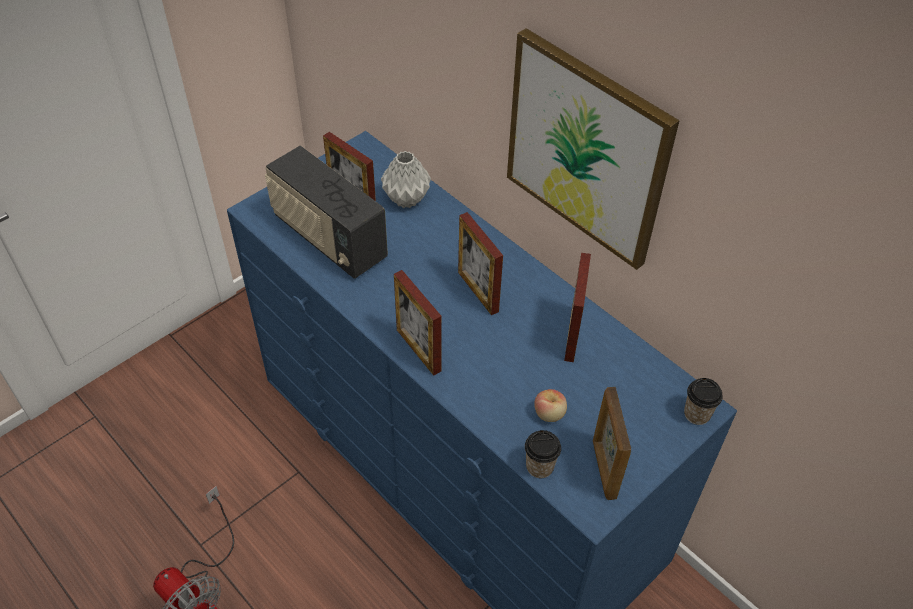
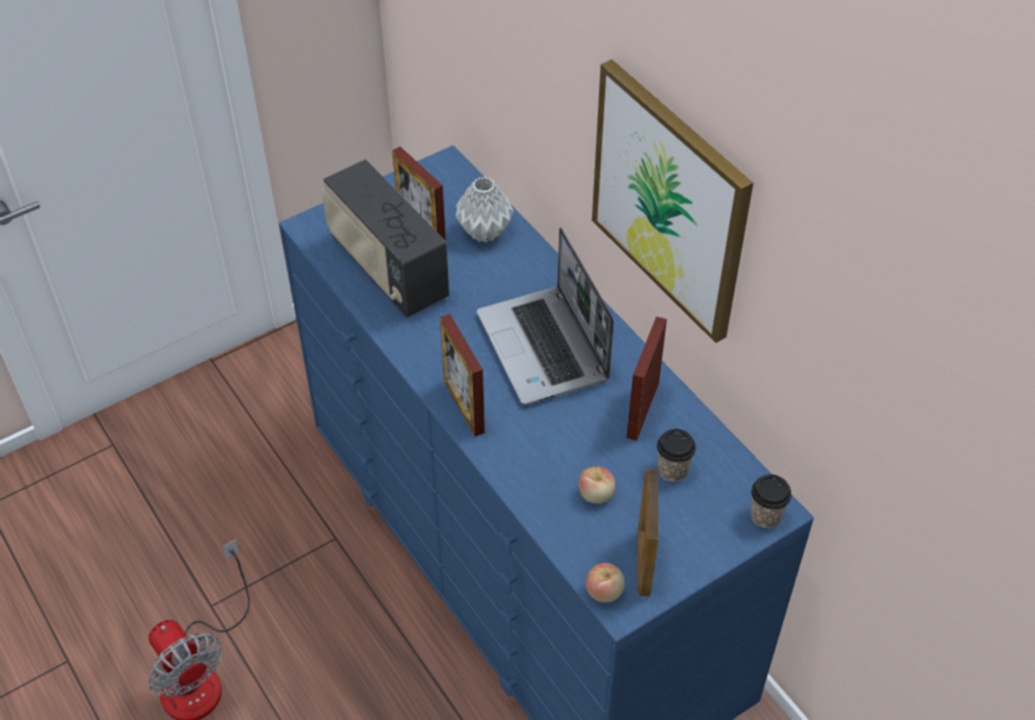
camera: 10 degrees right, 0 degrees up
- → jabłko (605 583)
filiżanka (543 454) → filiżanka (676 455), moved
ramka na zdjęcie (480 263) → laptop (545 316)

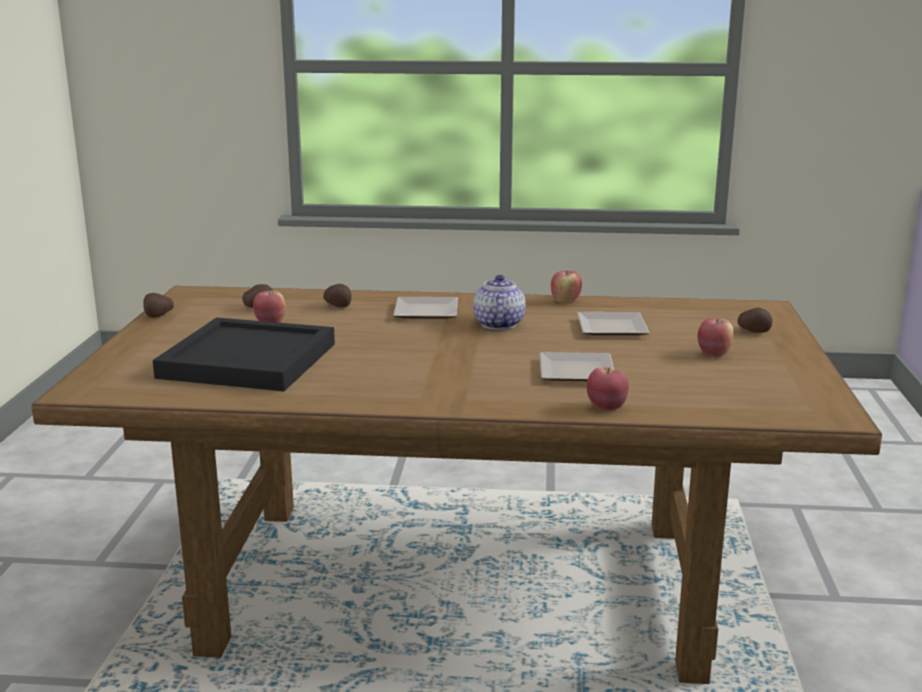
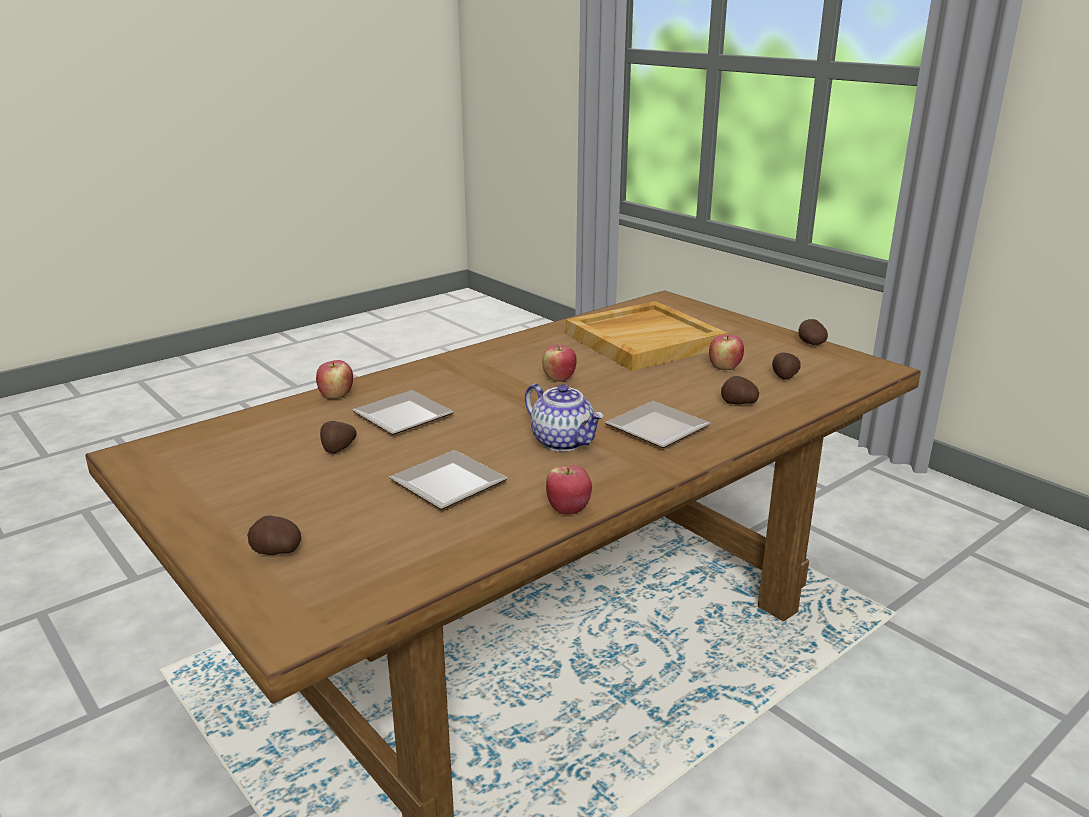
camera: 135 degrees right, 5 degrees up
- → ziemniak (338 437)
jabłko (715 337) → jabłko (559 363), moved
taca (czarny) (244 354) → taca (beżowy) (646 336)

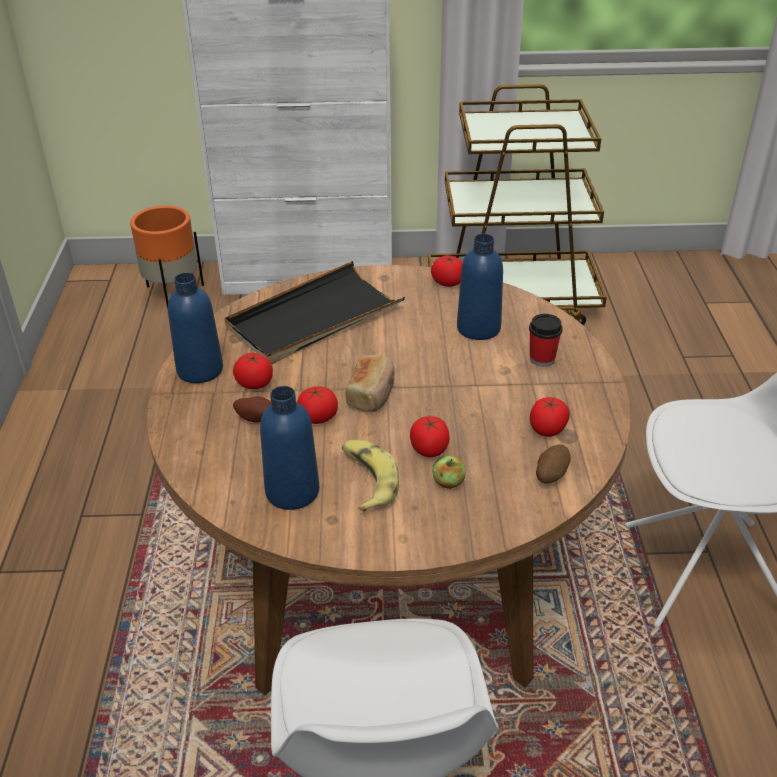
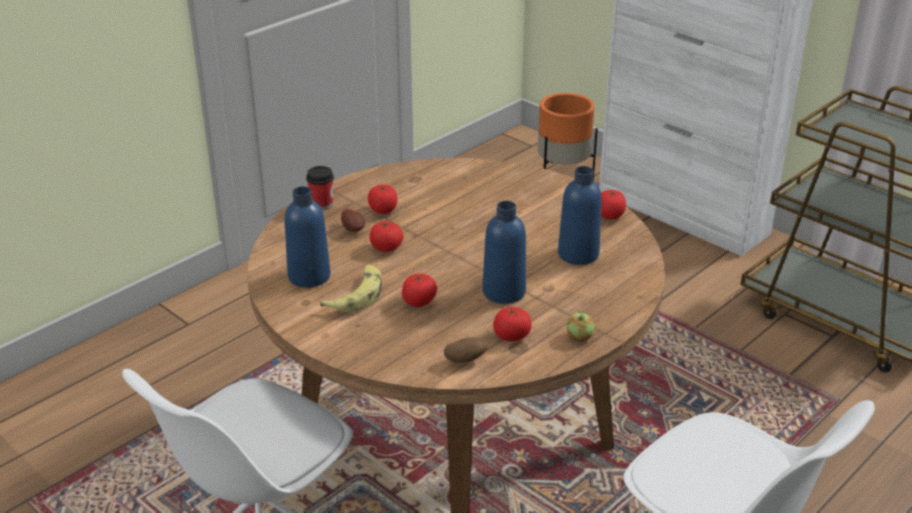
camera: 45 degrees right, 5 degrees down
taca (czarny) (314 312) → -
chleb (369 383) → -
butelka (niebieski) (195 328) → butelka (niebieski) (504 252), moved
jabłko (449 472) → jabłko (580 326), moved
filiżanka (546 340) → filiżanka (320 188), moved

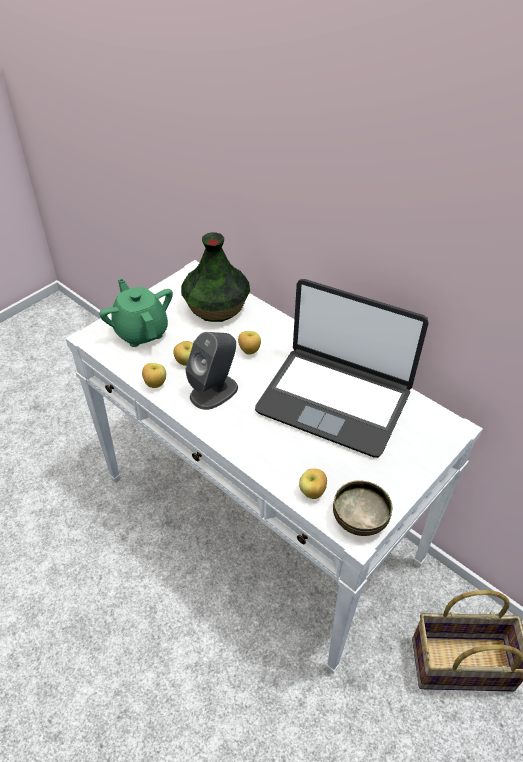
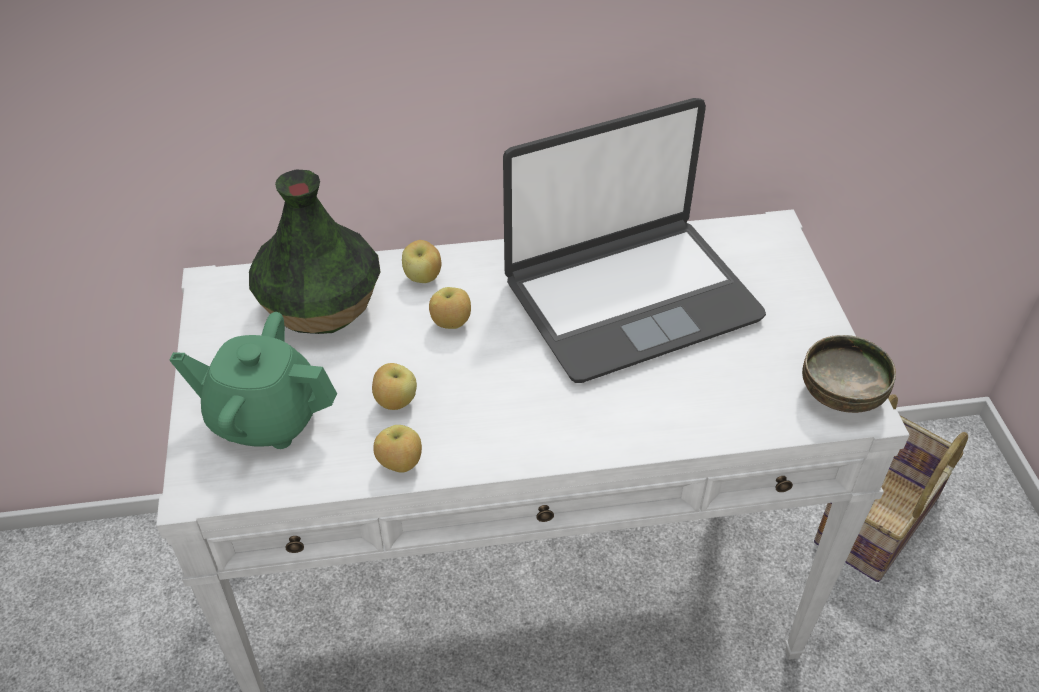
camera: 50 degrees left, 0 degrees up
głośnik (szary) (211 371) → -
jabłko (313 484) → jabłko (421 261), moved

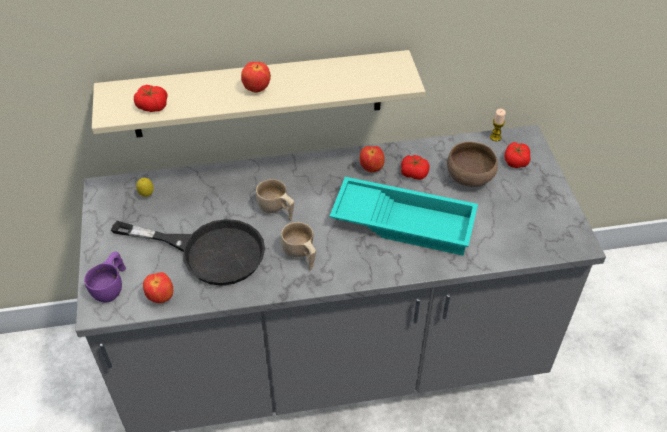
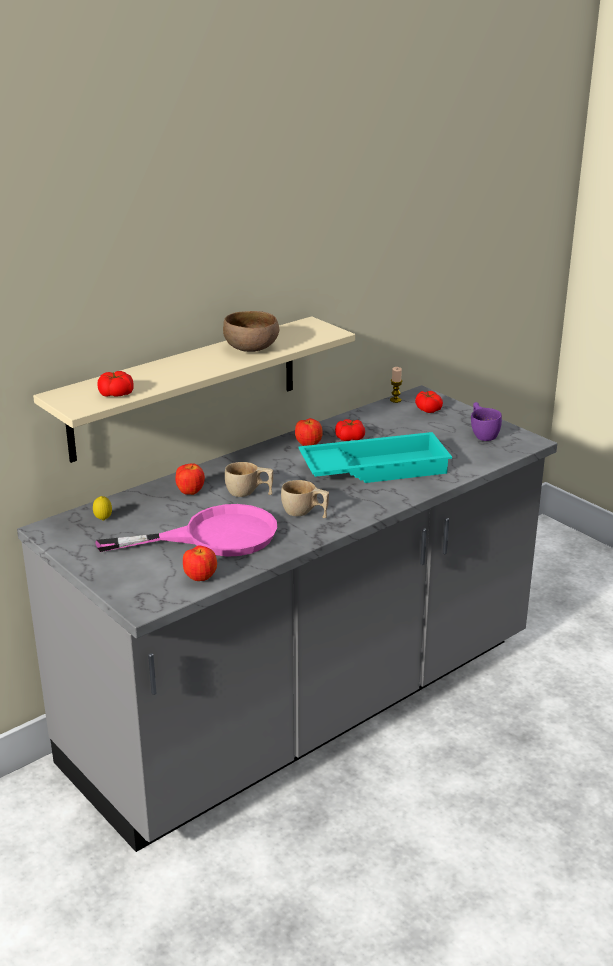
camera: 30 degrees left, 20 degrees down
filiżanka (fioletowy) (105 277) → filiżanka (fioletowy) (486 421), moved
jabłko (256 77) → jabłko (190 479), moved
miska (brązowy) (472 164) → miska (brązowy) (251 331), moved
patelnia (czarny) (188 252) → patelnia (różowy) (186 530)

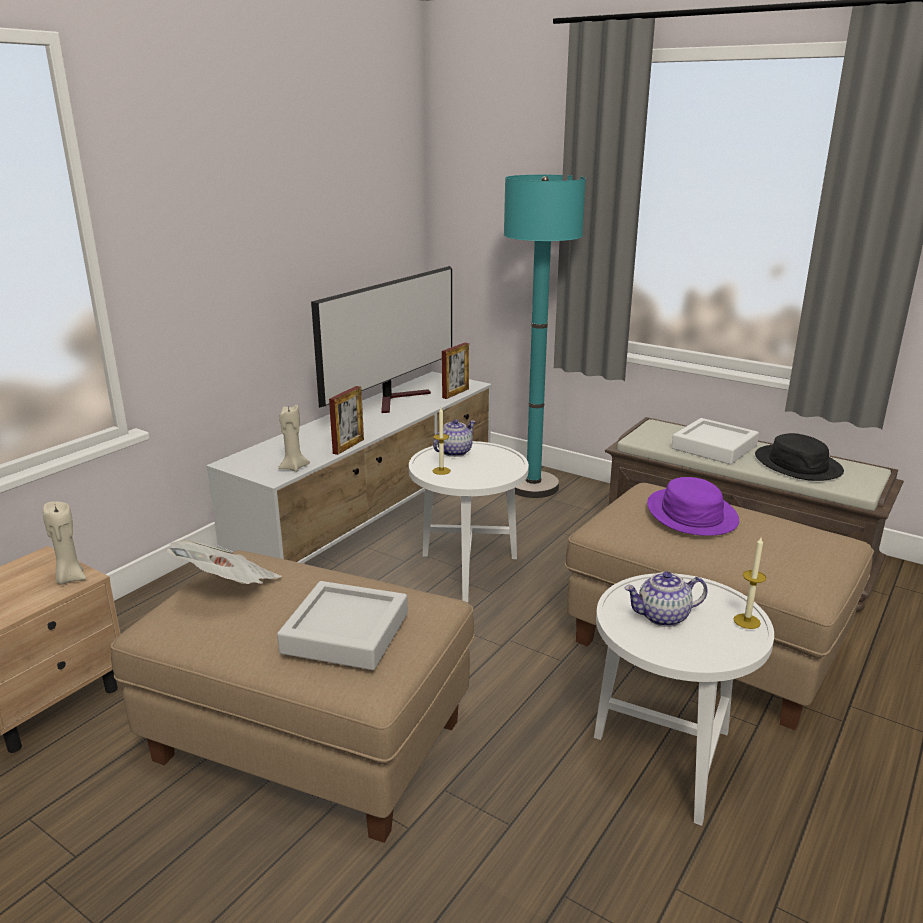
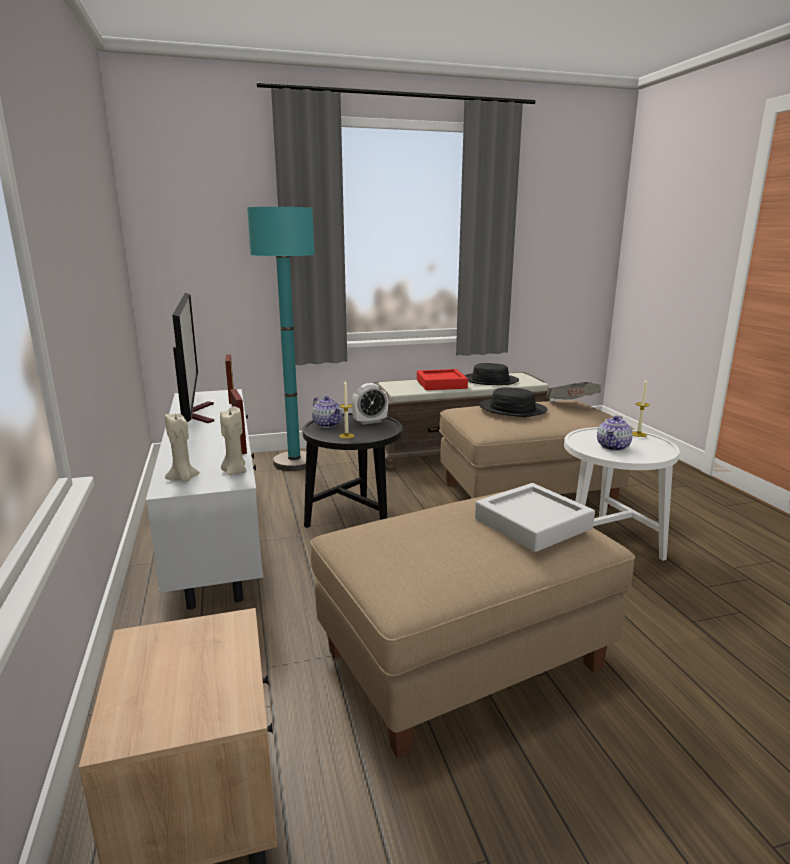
camera: 50 degrees left, 5 degrees down
- → budzik (369 404)
świeca (beżowy) (64 543) → świeca (beżowy) (182 447), moved
gazeta (223 562) → gazeta (574 390), moved
stolik (biały) (469 521) → stolik (czarny) (352 470)
kapelusz (fioletowy) (693 506) → kapelusz (czarny) (513 402)
taca (biały) (715 441) → taca (czerwony) (442 379)
imbryk (454 438) → imbryk (327 412), 150 degrees clockwise

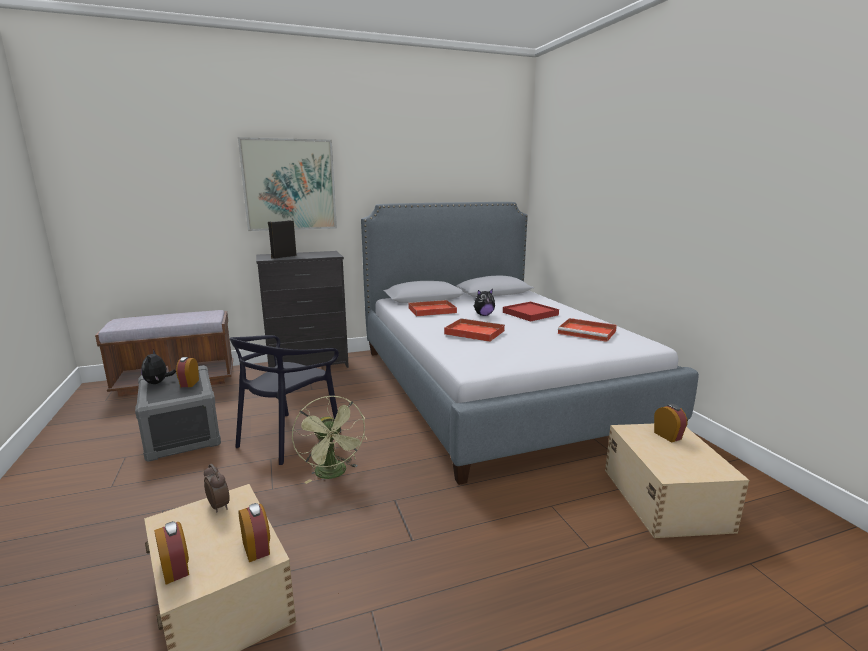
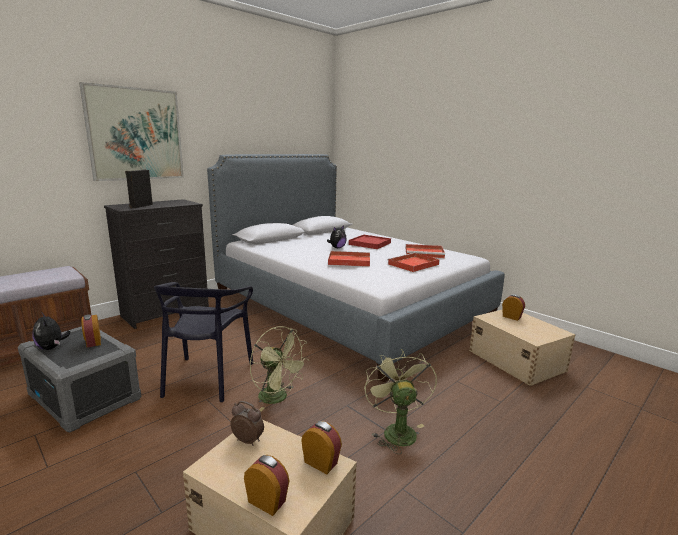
camera: 25 degrees left, 0 degrees up
- → wentylator (zielony) (400 401)
taca (czerwony) (432 308) → taca (czerwony) (413 262), moved

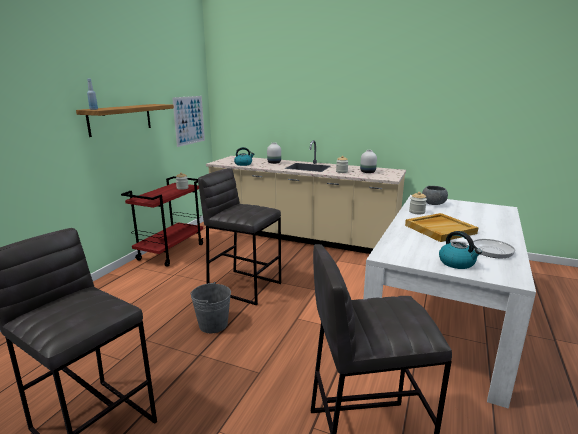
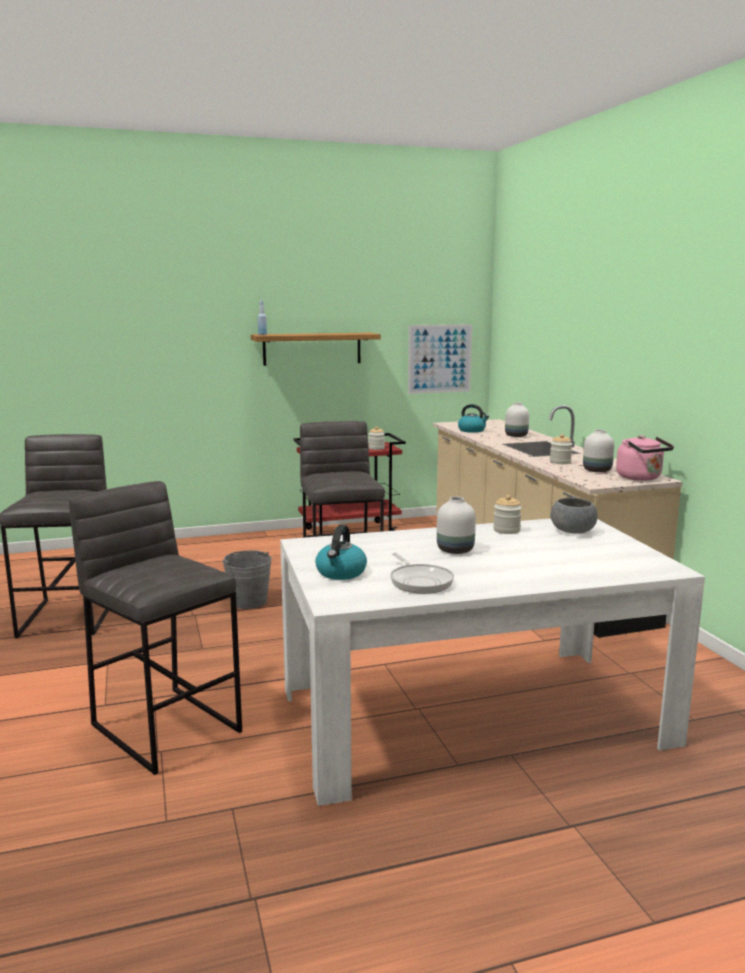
camera: 50 degrees right, 5 degrees down
- → czajnik (różowy) (645 458)
taca (beżowy) (442 227) → wazon (biały) (456 525)

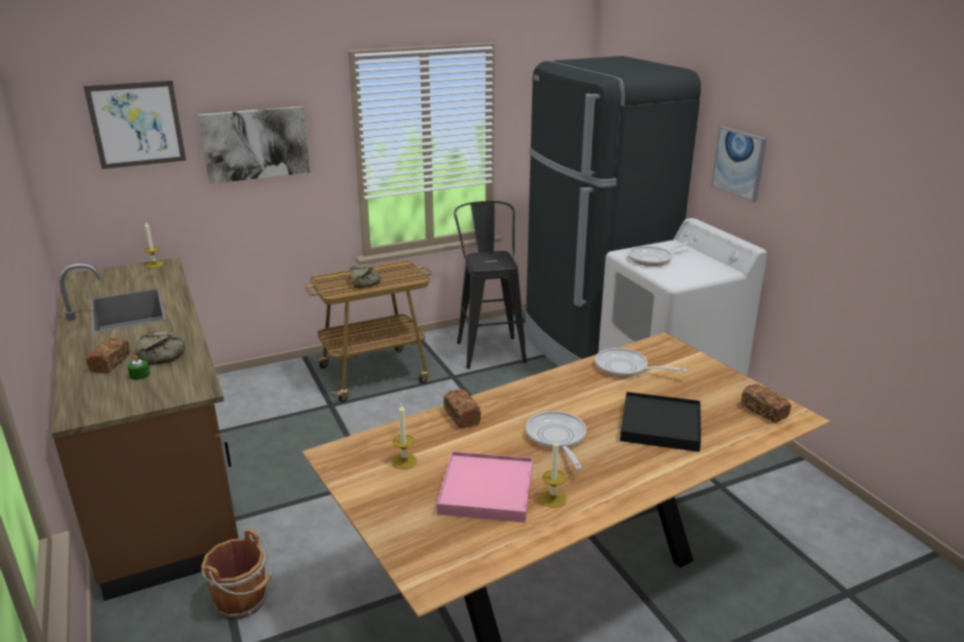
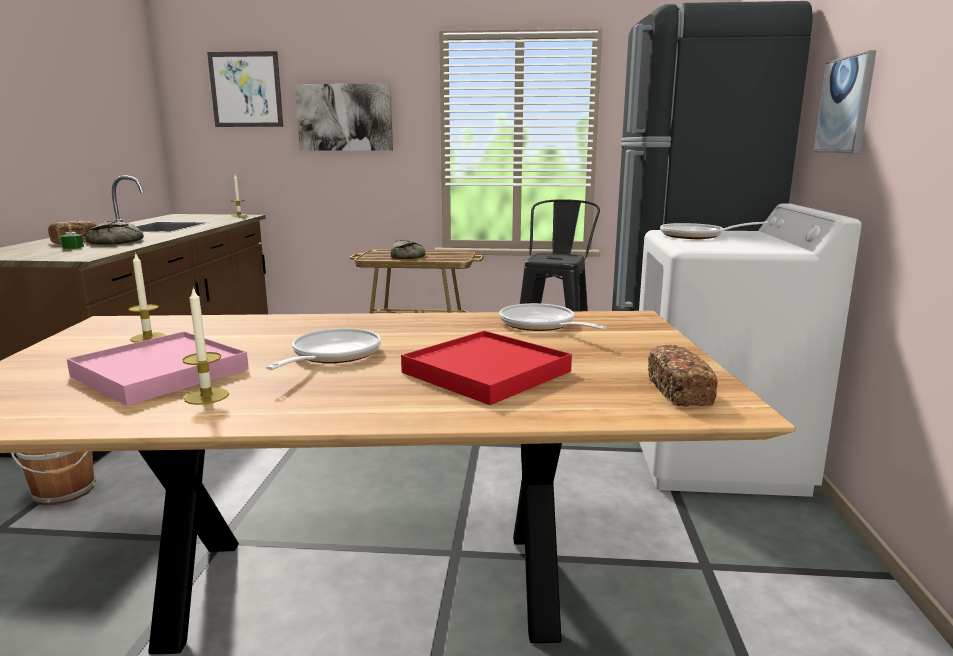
camera: 30 degrees right, 10 degrees down
chleb (462 408) → -
taca (czarny) (660 422) → taca (czerwony) (486 368)

